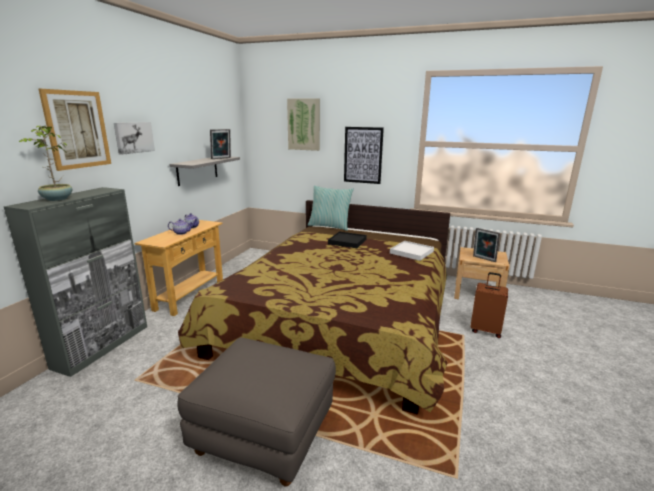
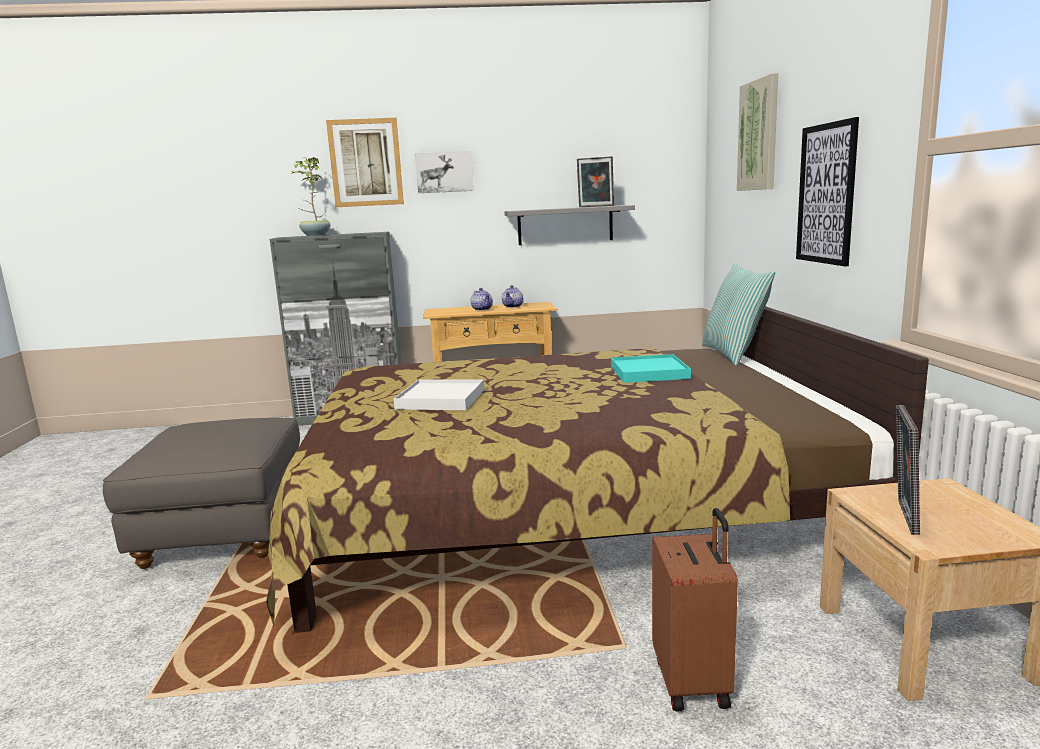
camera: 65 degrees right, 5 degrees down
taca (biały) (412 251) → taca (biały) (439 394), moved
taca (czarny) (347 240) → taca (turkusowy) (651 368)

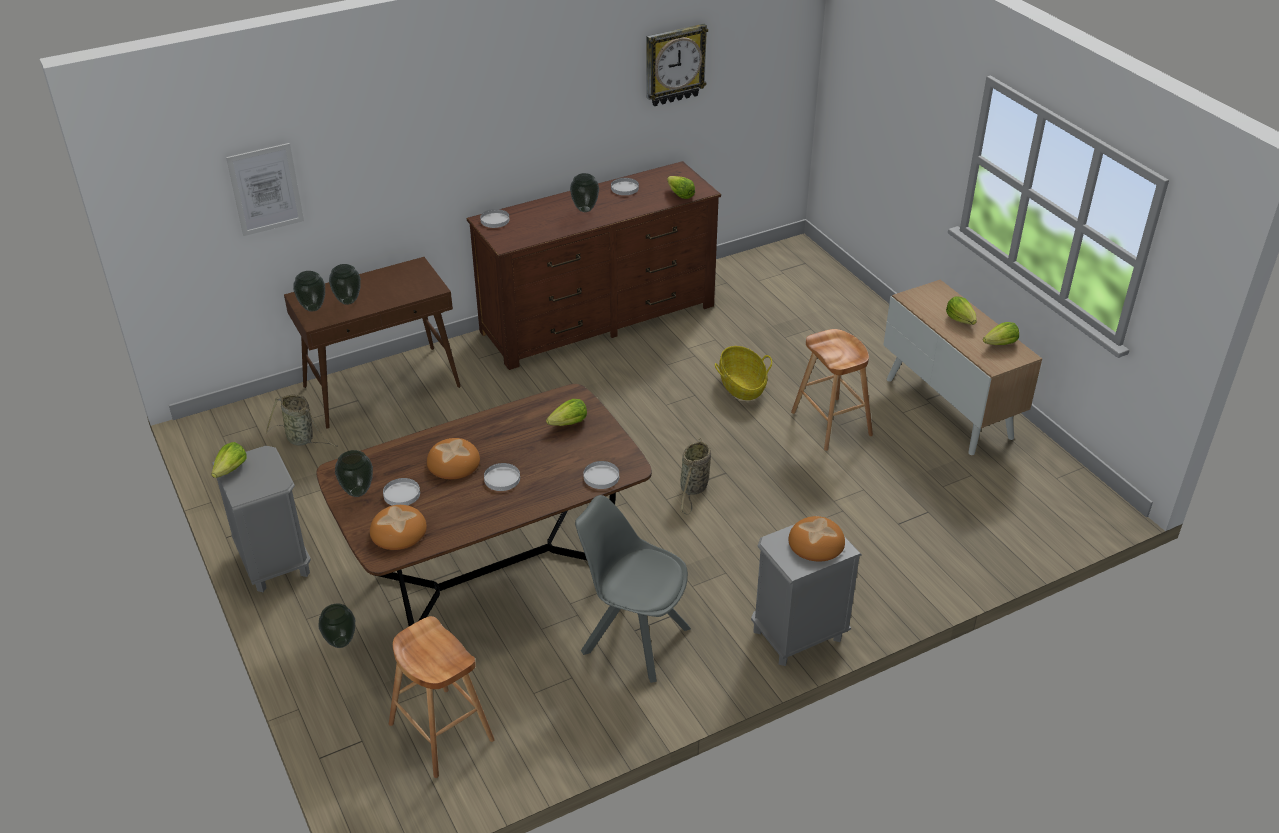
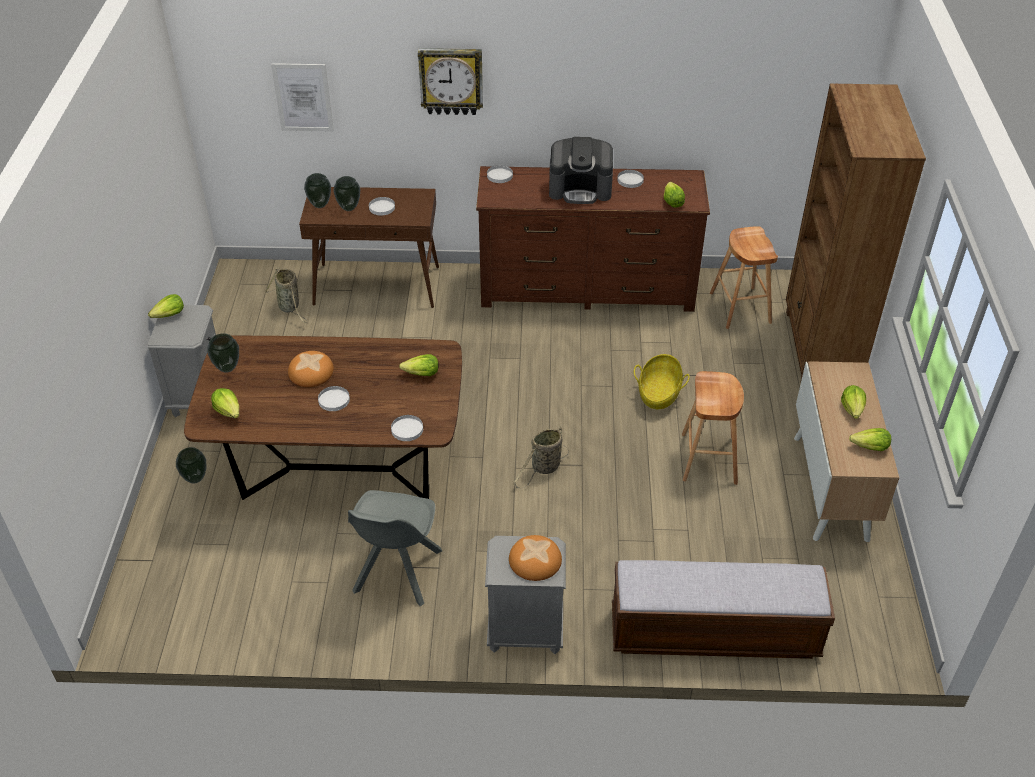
camera: 30 degrees right, 5 degrees up
- → ławka (723 609)
- → regał (brązowy) (856 232)
talerz (biały) (401 492) → talerz (biały) (382 206), moved
stołek (brązowy) (442 697) → stołek (brązowy) (744 277), moved
zegar ścienny (677 65) → zegar ścienny (450 81), moved
chleb (398 527) → sałata (225 403)
wazon (584 192) → ekspres do kawy (581 170)
krzesło (szary) (633 589) → krzesło (szary) (395 548), 135 degrees counterclockwise

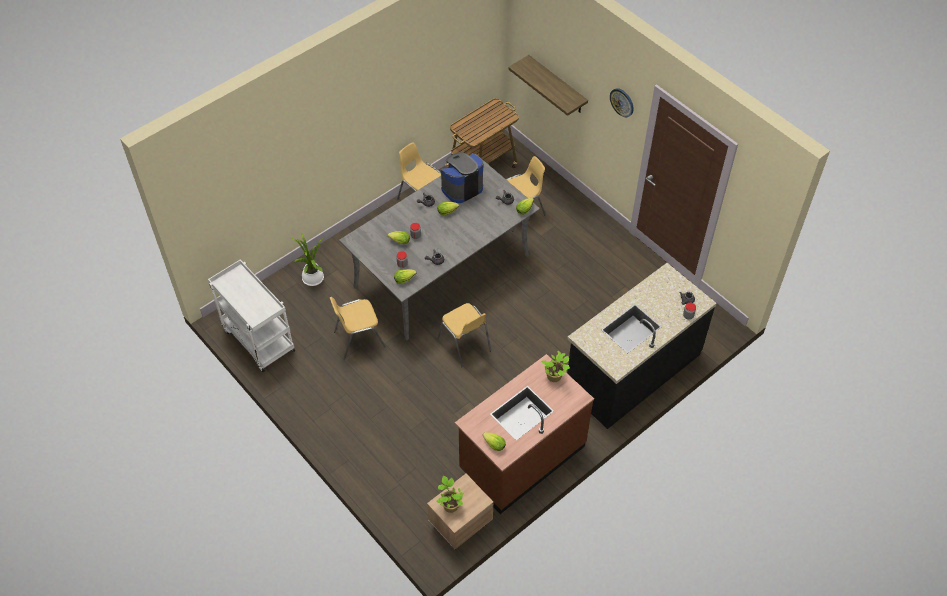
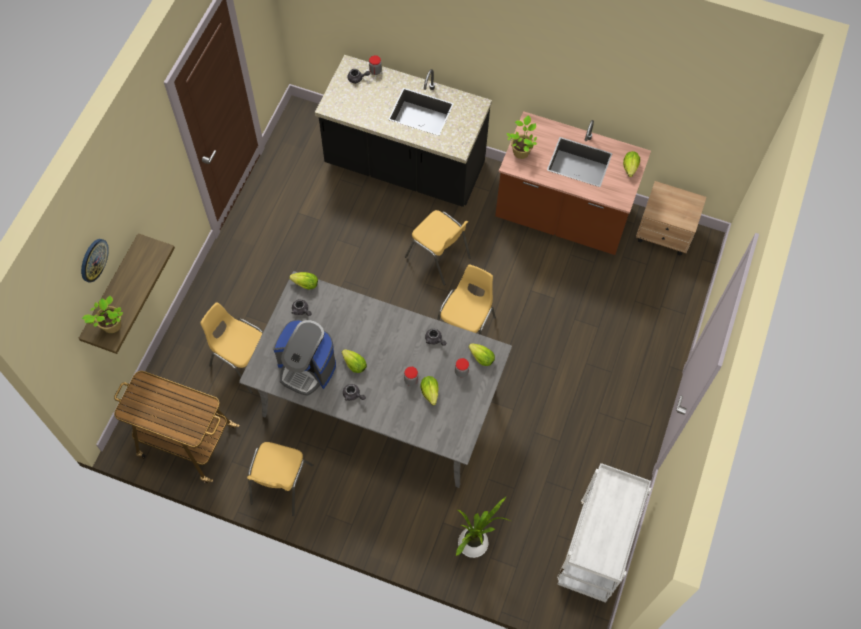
camera: 120 degrees left, 10 degrees up
krzesło (żółty) (358 328) → krzesło (żółty) (438 247), moved
roślina doniczkowa (450 494) → roślina doniczkowa (102 314), moved
zegar ścienny (622 102) → zegar ścienny (95 261), moved

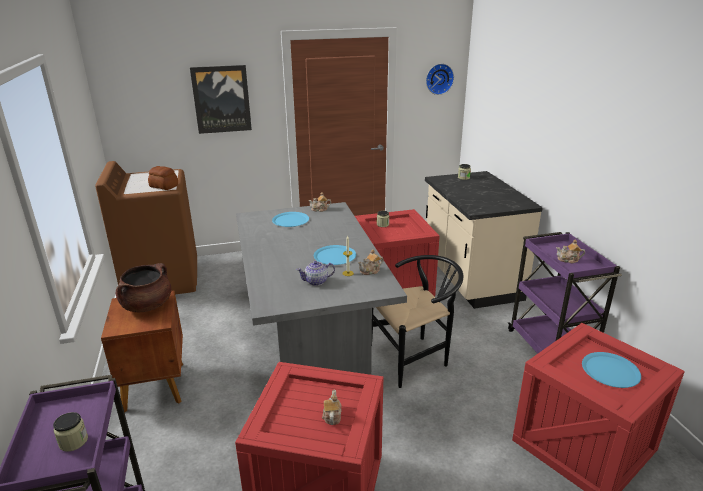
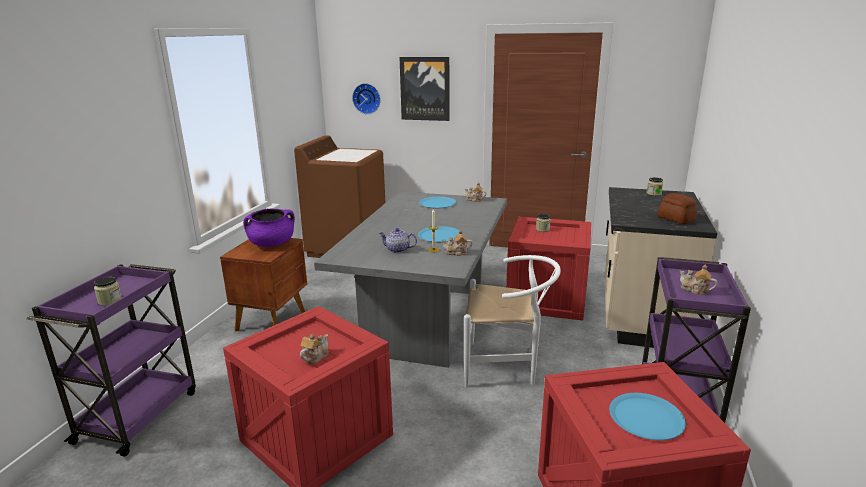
camera: 30 degrees right, 5 degrees down
chleb (163 178) → chleb (677 208), moved
zegar ścienny (440 79) → zegar ścienny (366 98), moved
garnek (brązowy) (143 287) → garnek (fioletowy) (269 227)
krzesło (czarny) (417 321) → krzesło (biały) (512 321)

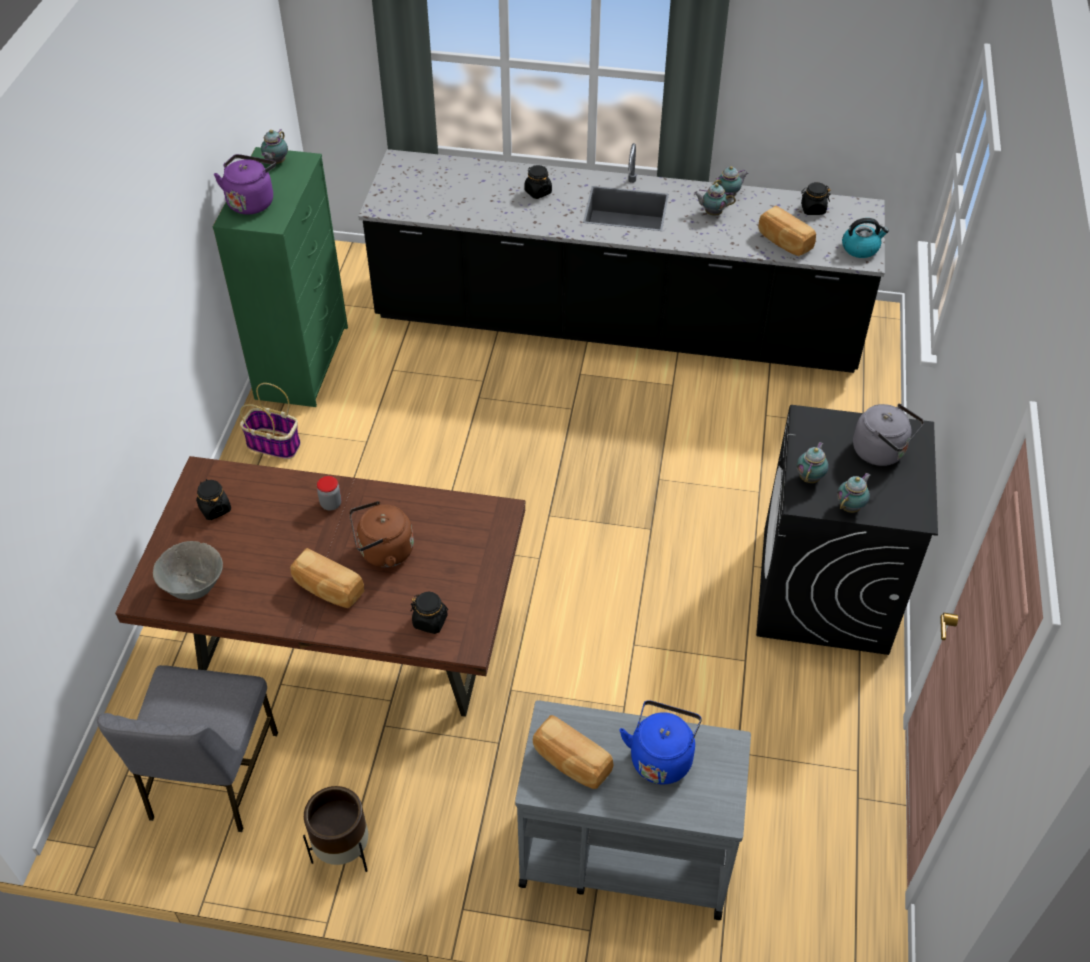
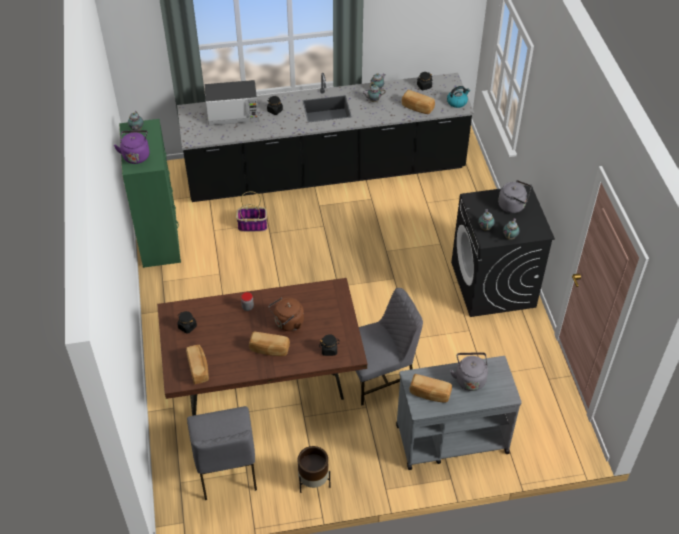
camera: 20 degrees left, 0 degrees up
- → mikrofalówka (231 102)
- → krzesło (szary) (389 346)
koszyk (270 421) → koszyk (251 211), moved
miska (szary) (188 570) → chleb (197 364)
czajnik (niebieski) (661 742) → czajnik (szary) (469 371)

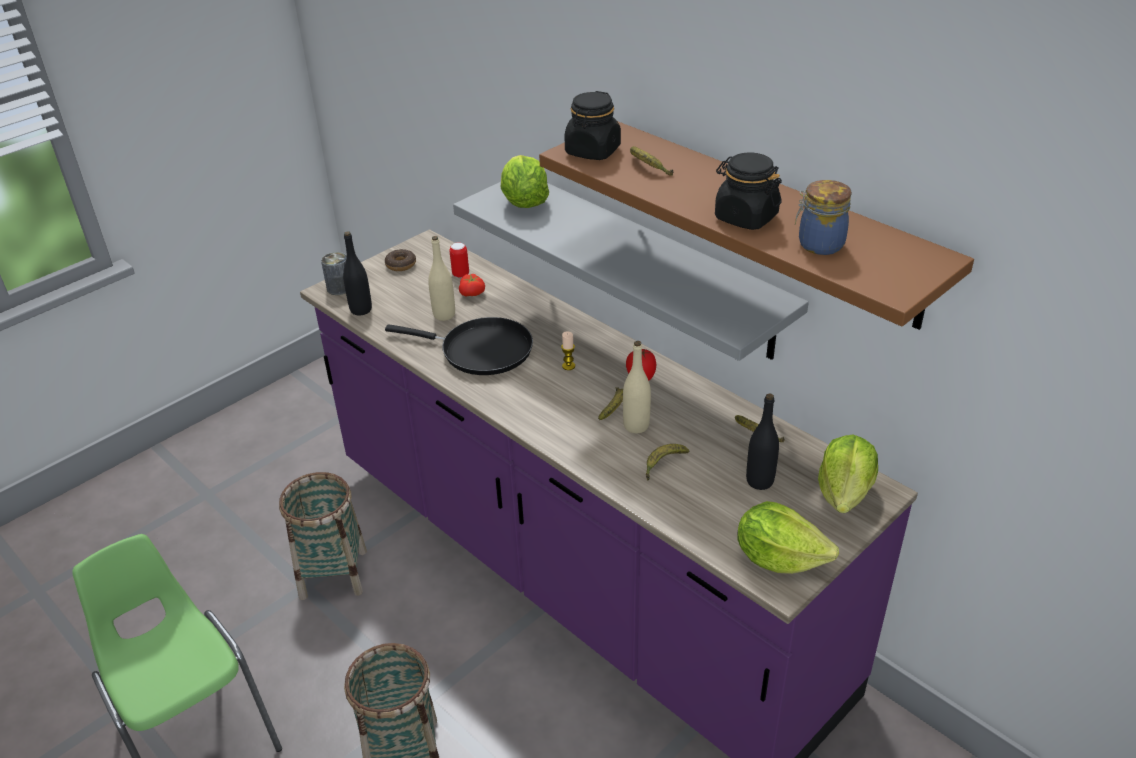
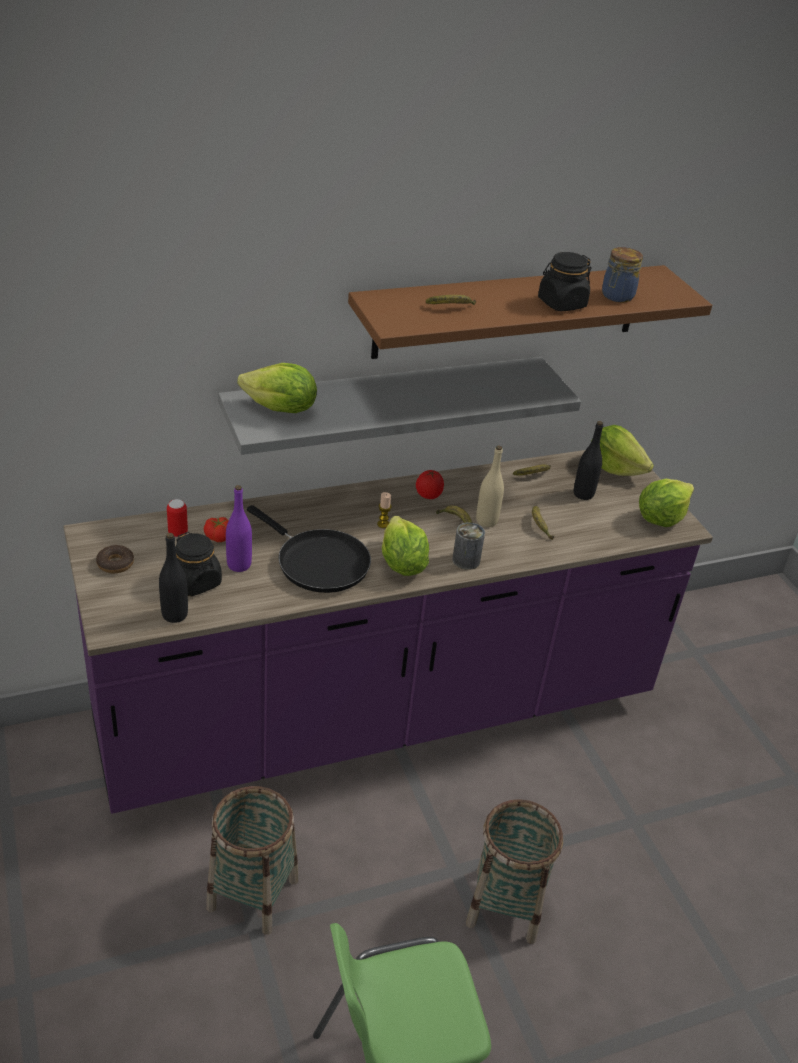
camera: 70 degrees left, 0 degrees up
- → sałata (405 546)
puszka (334 273) → puszka (468 546), moved
słoik (czarny) (593 125) → słoik (czarny) (198 564), moved
butelka (beżowy) (441 278) → butelka (fioletowy) (239 528)
patelnia (czarny) (459 346) → patelnia (czarny) (309 549), 90 degrees clockwise

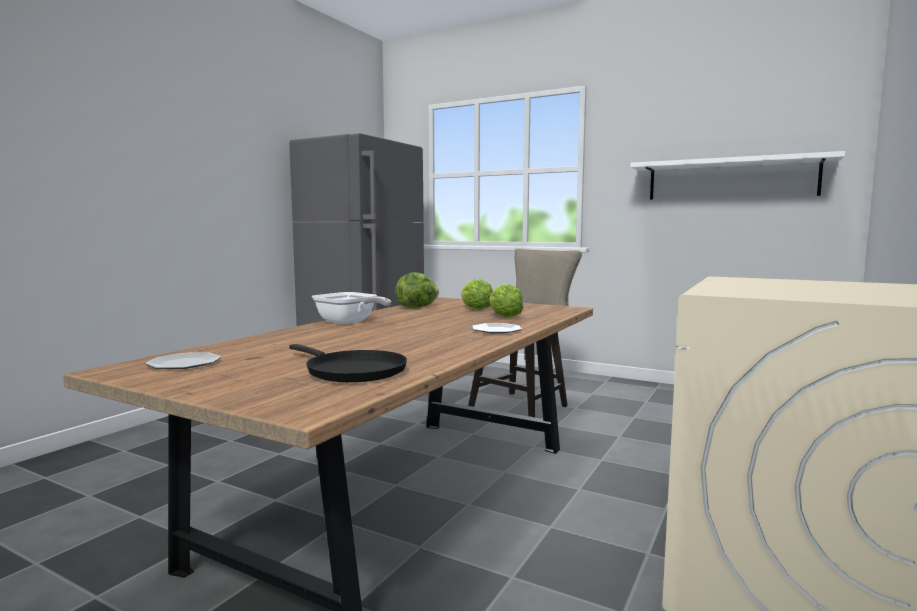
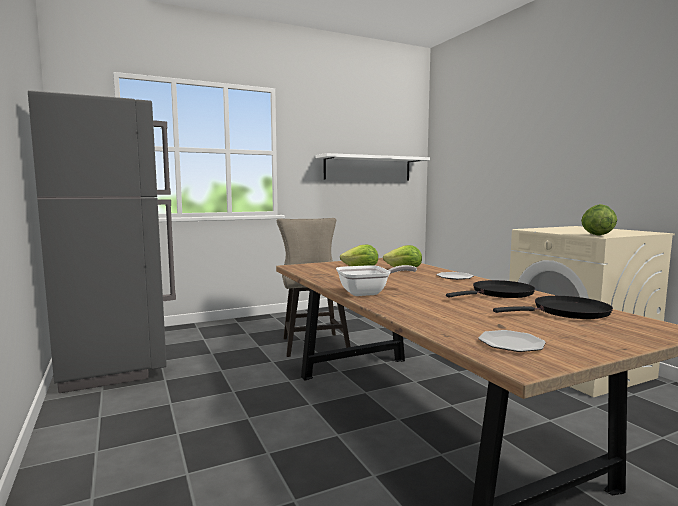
camera: 55 degrees left, 0 degrees up
- → patelnia (czarny) (490 289)
sałata (417 289) → sałata (599 219), moved

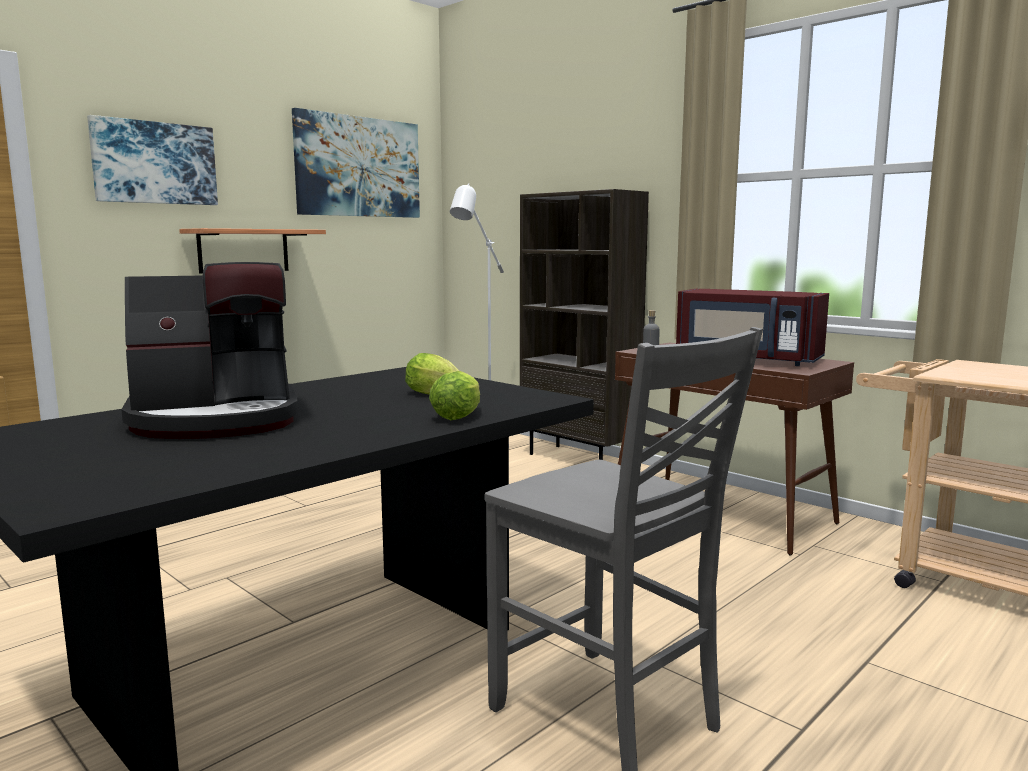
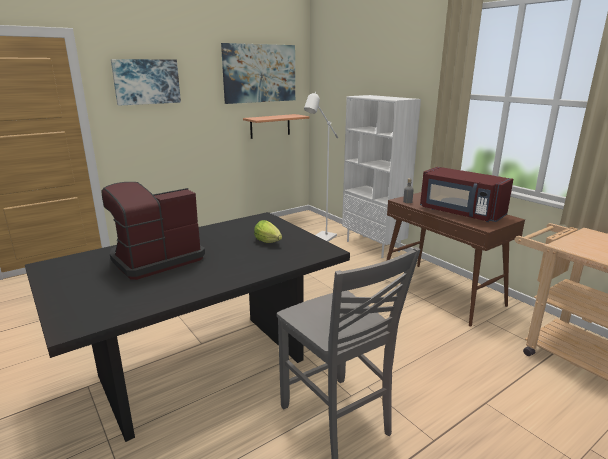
camera: 10 degrees right, 10 degrees up
sałata (454 395) → -
półka (252 250) → półka (276 126), moved
regał (brązowy) (584 324) → regał (biały) (381 176)
ekspres do kawy (209 350) → ekspres do kawy (153 231), 150 degrees clockwise

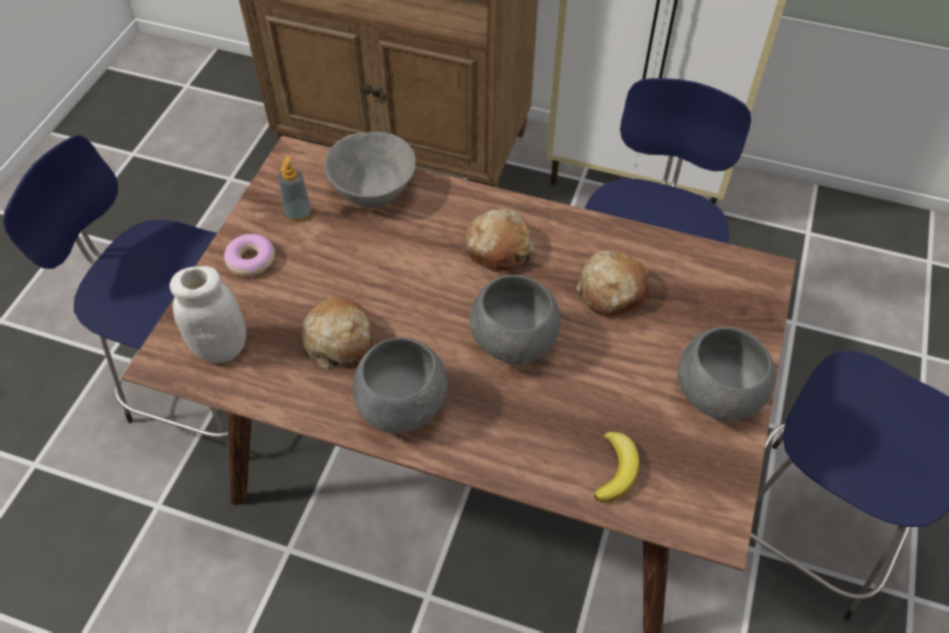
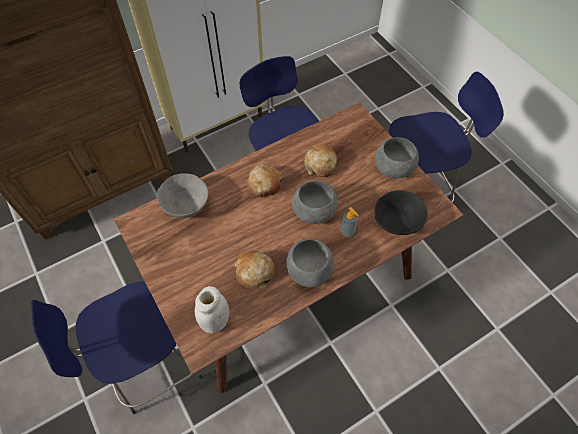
camera: 50 degrees left, 5 degrees up
donut (249 255) → -
dozownik mydła (295 188) → dozownik mydła (349 222), moved
banan (616 467) → miska (czarny) (401 212)

